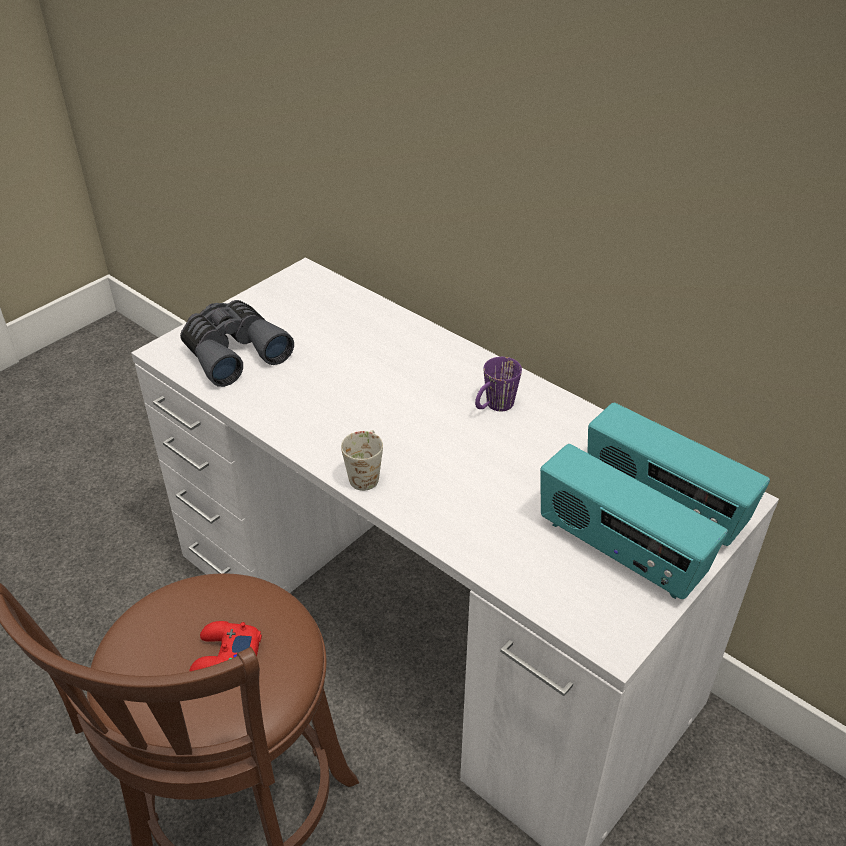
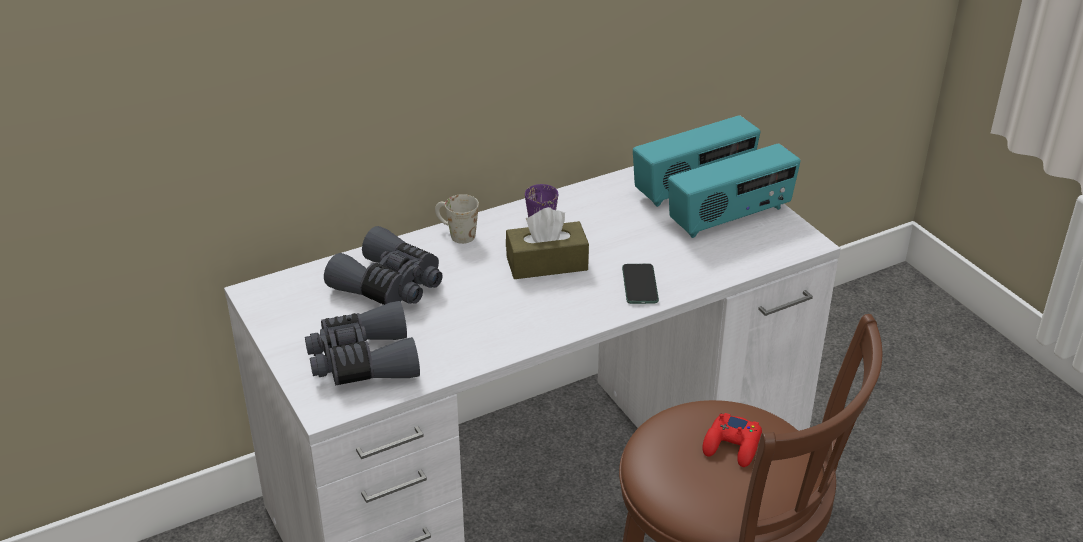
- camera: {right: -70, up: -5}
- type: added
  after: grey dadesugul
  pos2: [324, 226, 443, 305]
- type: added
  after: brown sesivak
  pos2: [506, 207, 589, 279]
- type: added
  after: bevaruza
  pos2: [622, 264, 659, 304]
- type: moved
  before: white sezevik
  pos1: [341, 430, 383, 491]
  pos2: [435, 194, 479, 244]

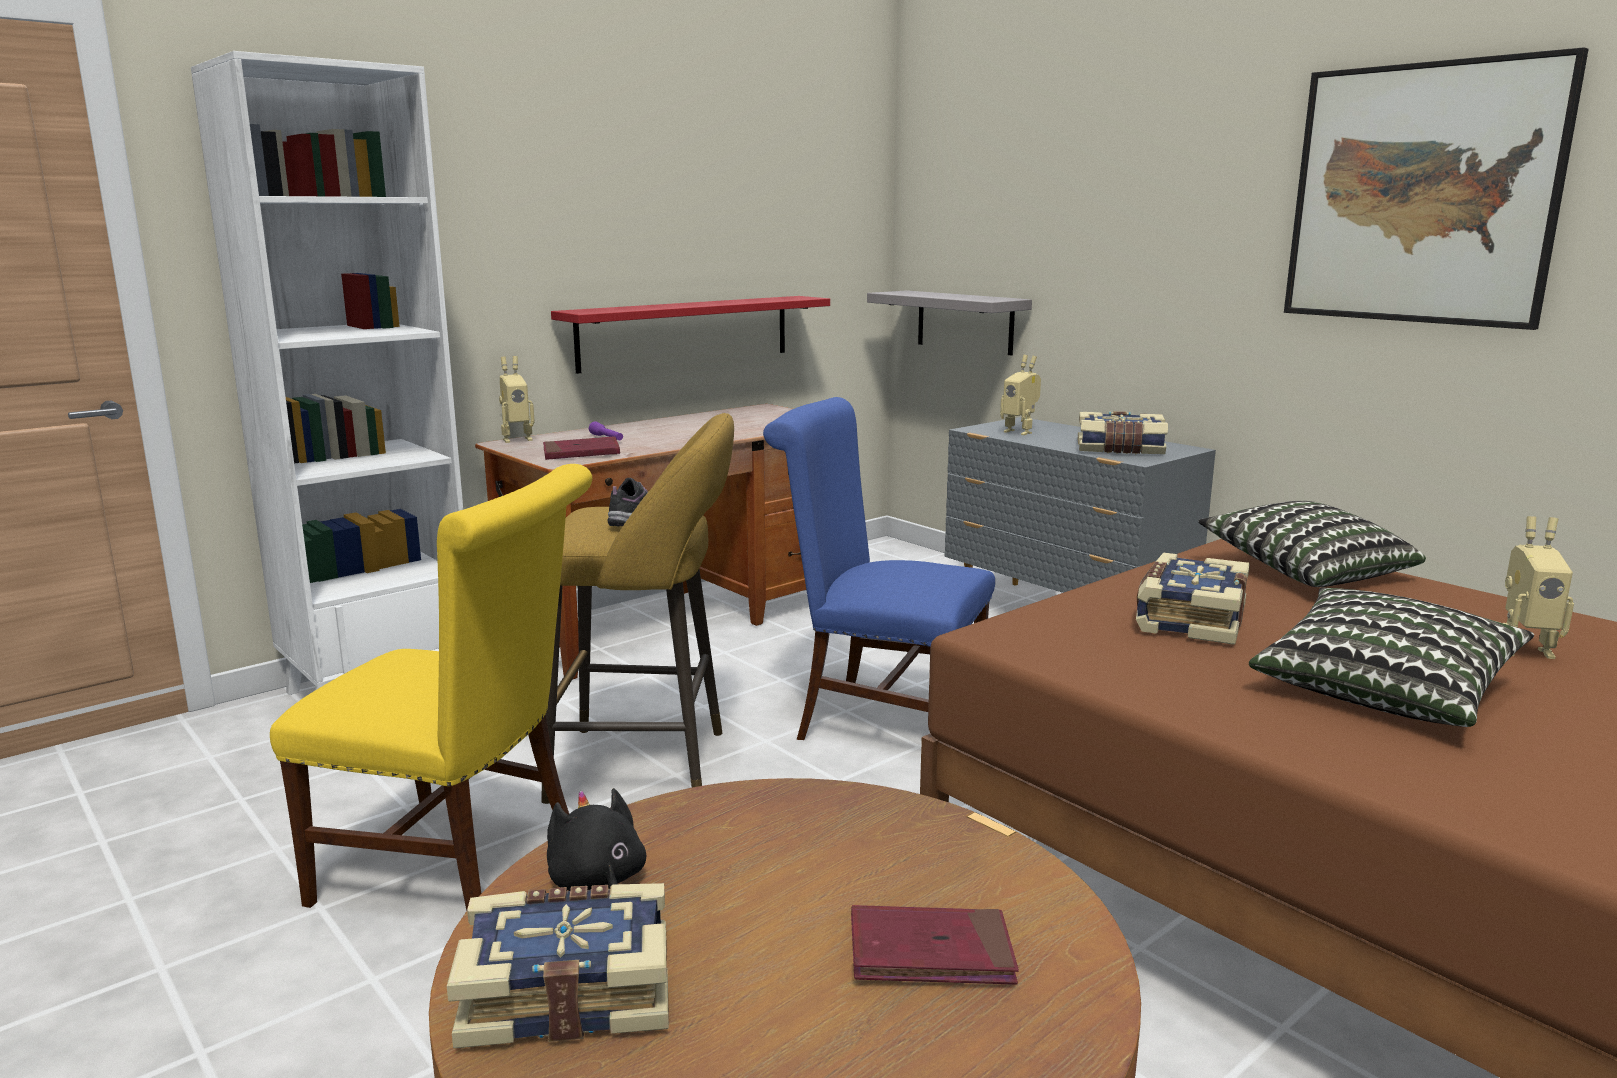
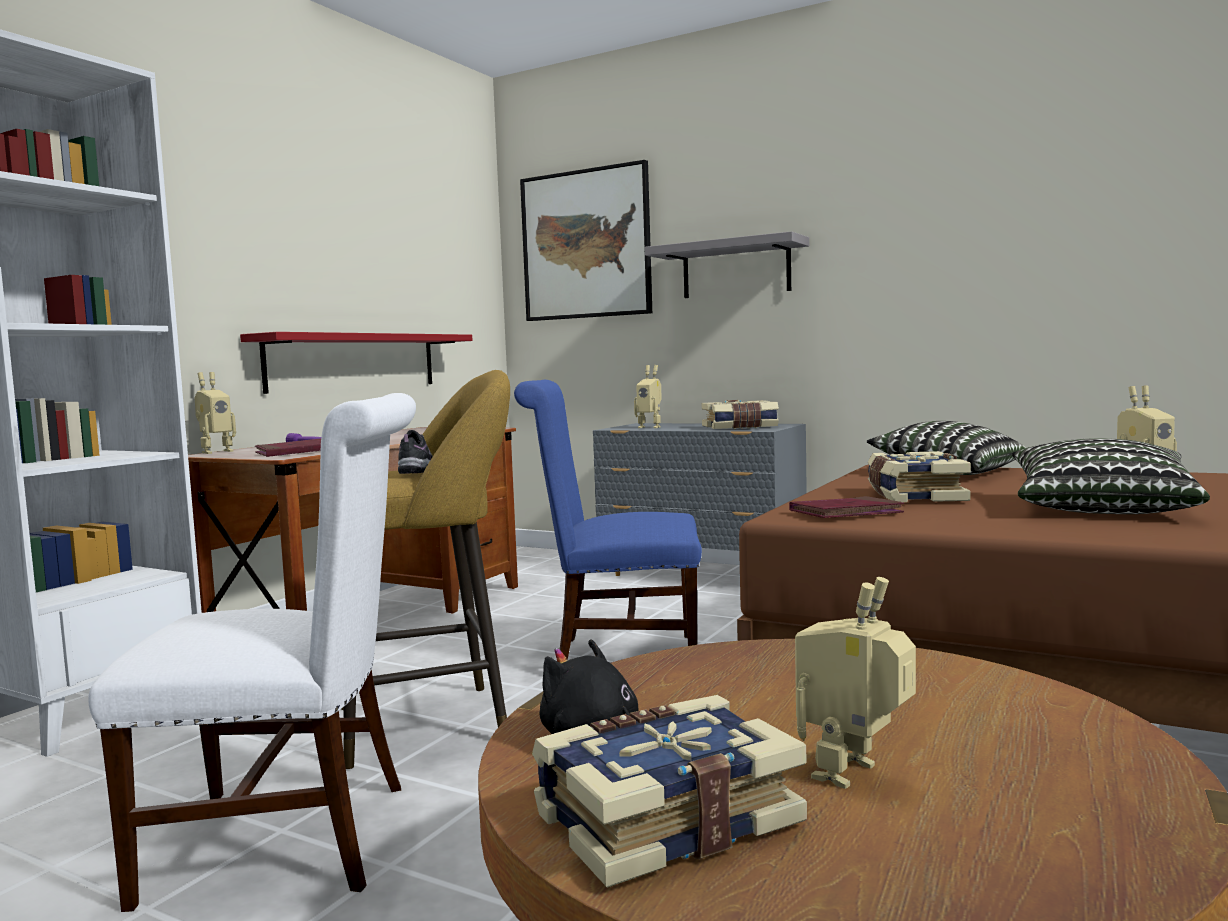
- camera: {right: -20, up: -10}
- type: added
  after: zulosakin
  pos2: [795, 577, 916, 789]
- type: moved
  before: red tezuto
  pos1: [851, 905, 1019, 985]
  pos2: [789, 496, 904, 518]
- type: moved
  before: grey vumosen
  pos1: [867, 290, 1032, 356]
  pos2: [645, 231, 809, 298]
- type: moved
  before: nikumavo
  pos1: [1284, 47, 1589, 330]
  pos2: [520, 160, 652, 321]
- type: recoloured
  before: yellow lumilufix
  after: white lumilufix
  pos1: [270, 464, 592, 911]
  pos2: [88, 393, 416, 912]

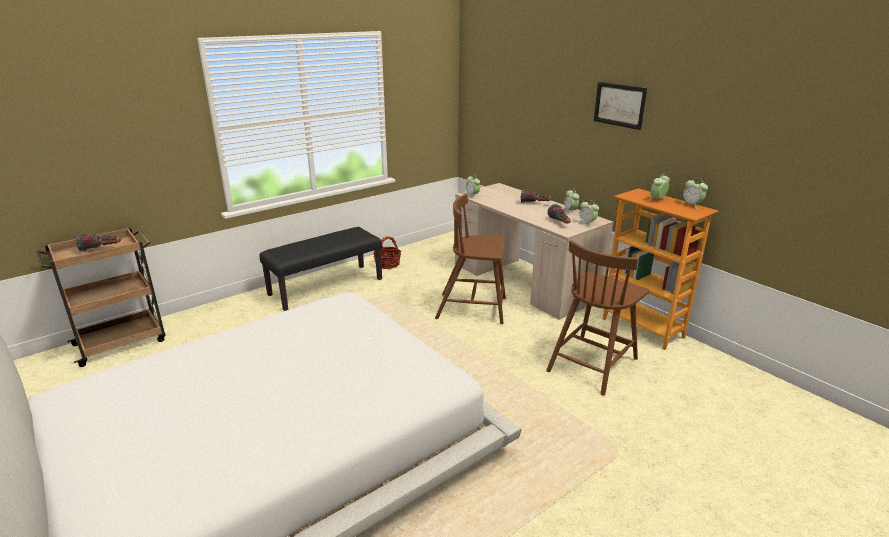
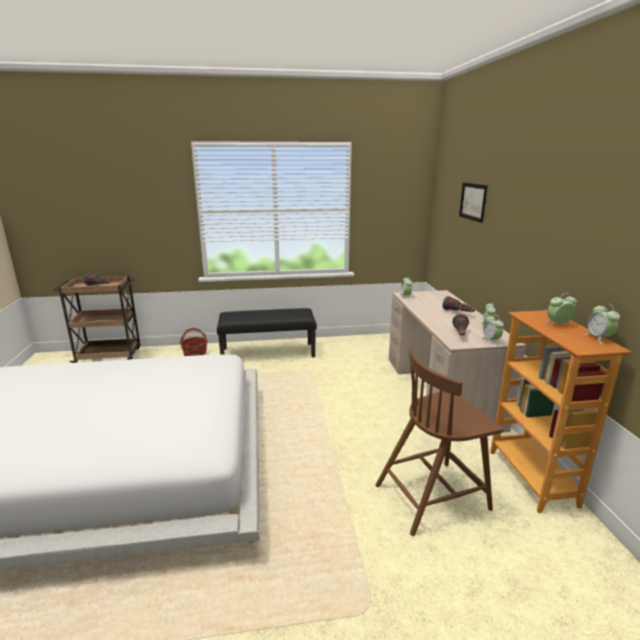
- camera: {right: 30, up: -5}
- type: removed
  before: brown lumilufix
  pos1: [435, 194, 506, 324]
- type: moved
  before: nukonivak
  pos1: [373, 236, 401, 269]
  pos2: [180, 328, 208, 356]
- type: moved
  before: nikumavo
  pos1: [594, 82, 647, 130]
  pos2: [459, 182, 488, 223]

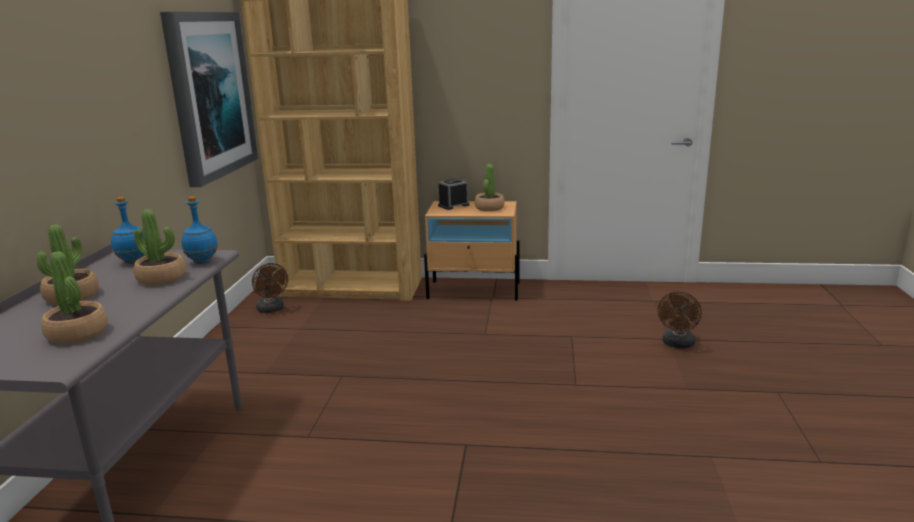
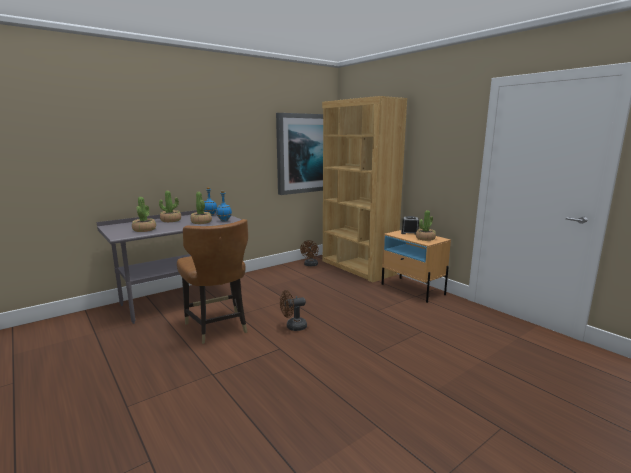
- camera: {right: 45, up: -5}
- type: added
  after: brown lumilufix
  pos2: [177, 219, 248, 344]
- type: moved
  before: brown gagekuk
  pos1: [658, 291, 702, 349]
  pos2: [280, 290, 307, 331]

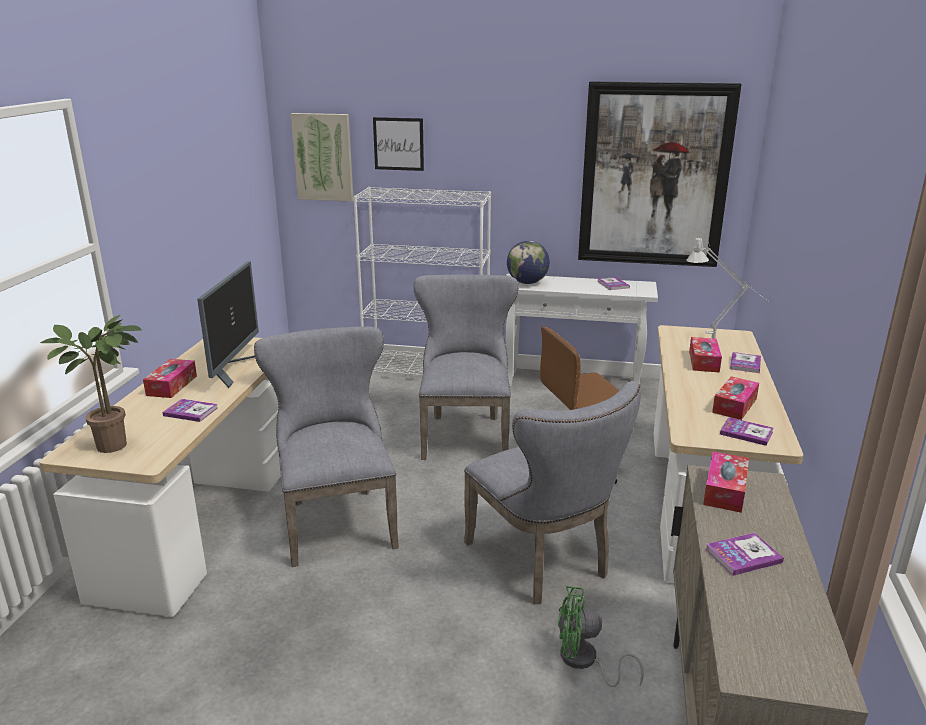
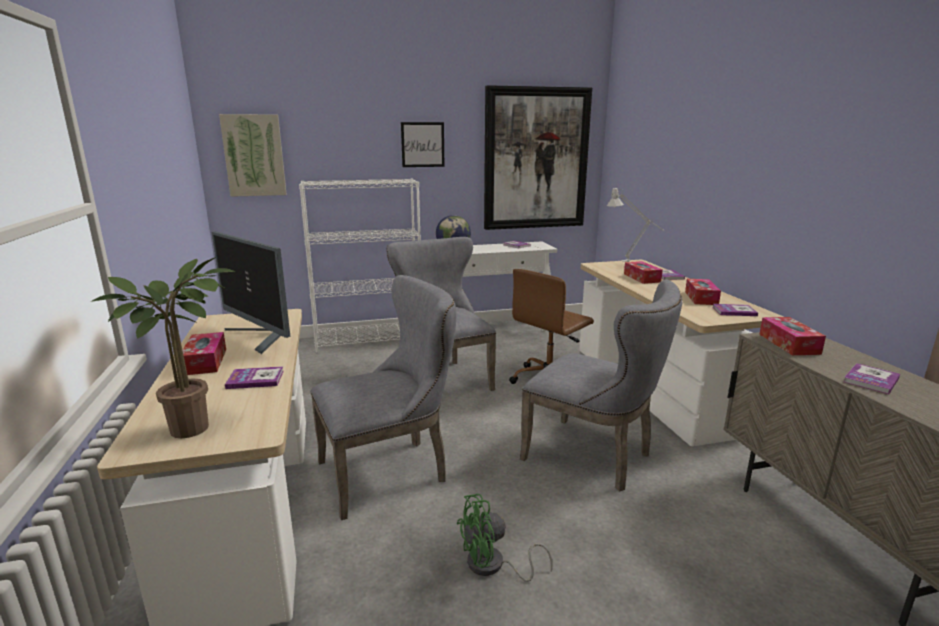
- camera: {right: -25, up: -5}
- type: moved
  before: nikumavo
  pos1: [373, 117, 424, 171]
  pos2: [401, 122, 444, 167]
- type: moved
  before: green gagekuk
  pos1: [558, 586, 644, 687]
  pos2: [457, 494, 553, 582]
- type: turned
  before: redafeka
  pos1: [197, 262, 259, 388]
  pos2: [212, 231, 290, 354]
  turn: 150
- type: turned
  before: grey lumilufix
  pos1: [254, 326, 399, 567]
  pos2: [310, 275, 456, 520]
  turn: 105

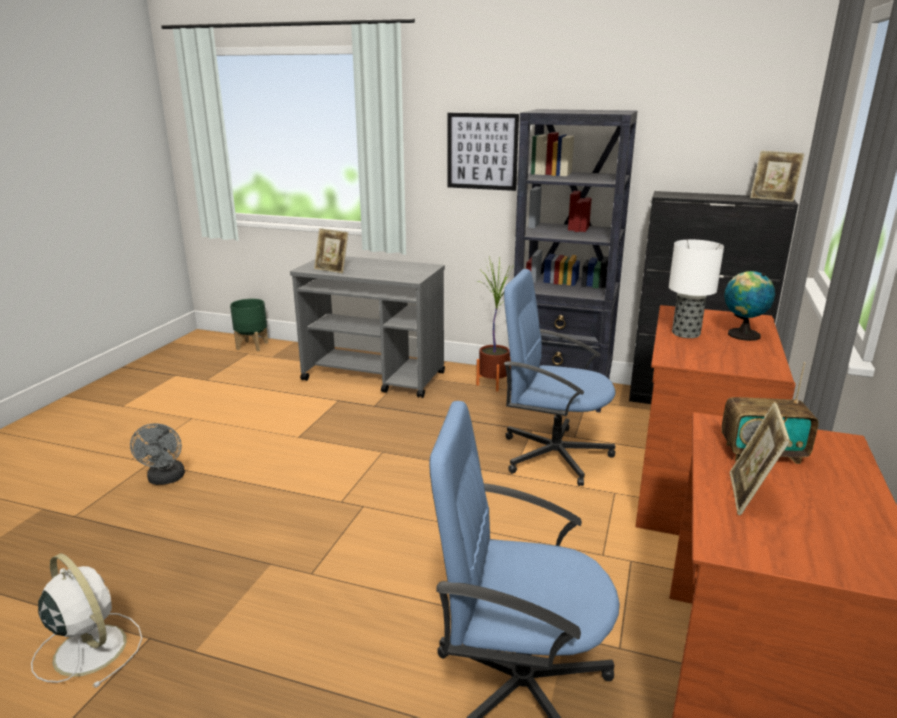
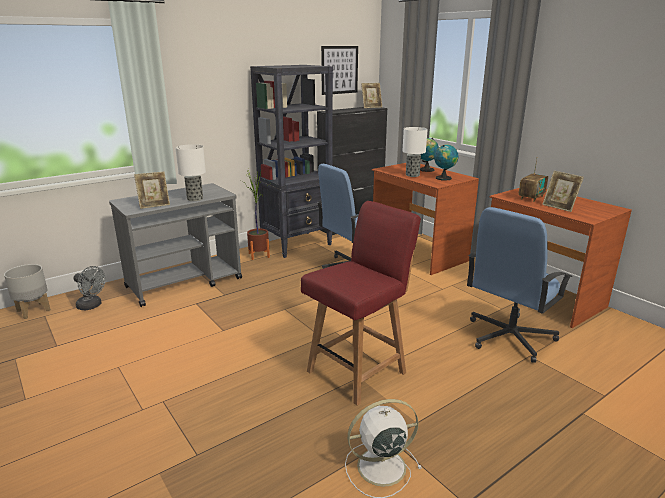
- camera: {right: -55, up: 0}
- type: added
  after: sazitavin
  pos2: [175, 144, 206, 201]
- type: added
  after: red lumilufix
  pos2: [301, 201, 421, 406]
- type: added
  after: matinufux
  pos2: [434, 145, 458, 181]
- type: moved
  before: grey gagekuk
  pos1: [130, 423, 185, 485]
  pos2: [74, 266, 106, 310]
- type: moved
  before: nikumavo
  pos1: [448, 113, 519, 191]
  pos2: [321, 46, 358, 95]
- type: recoloured
  before: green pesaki
  after: grey pesaki
  pos1: [230, 299, 268, 351]
  pos2: [4, 264, 51, 319]

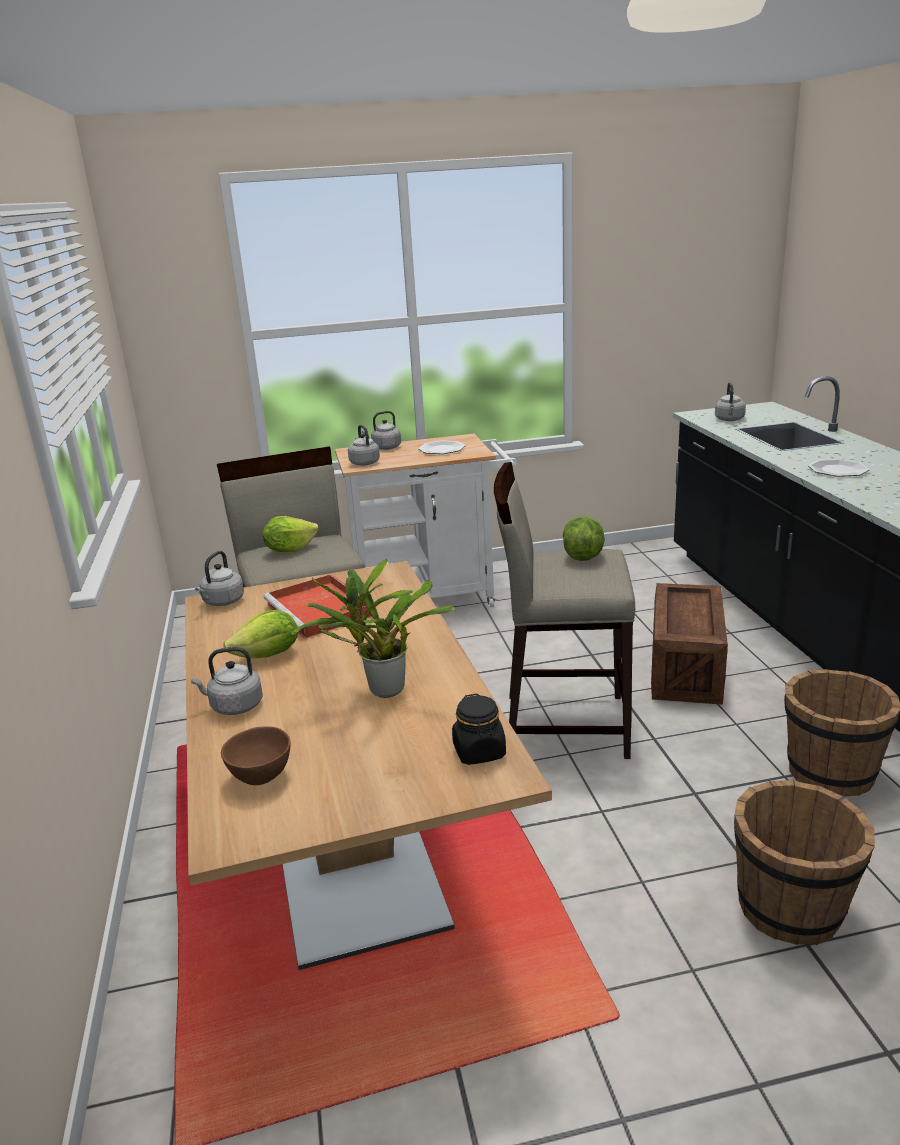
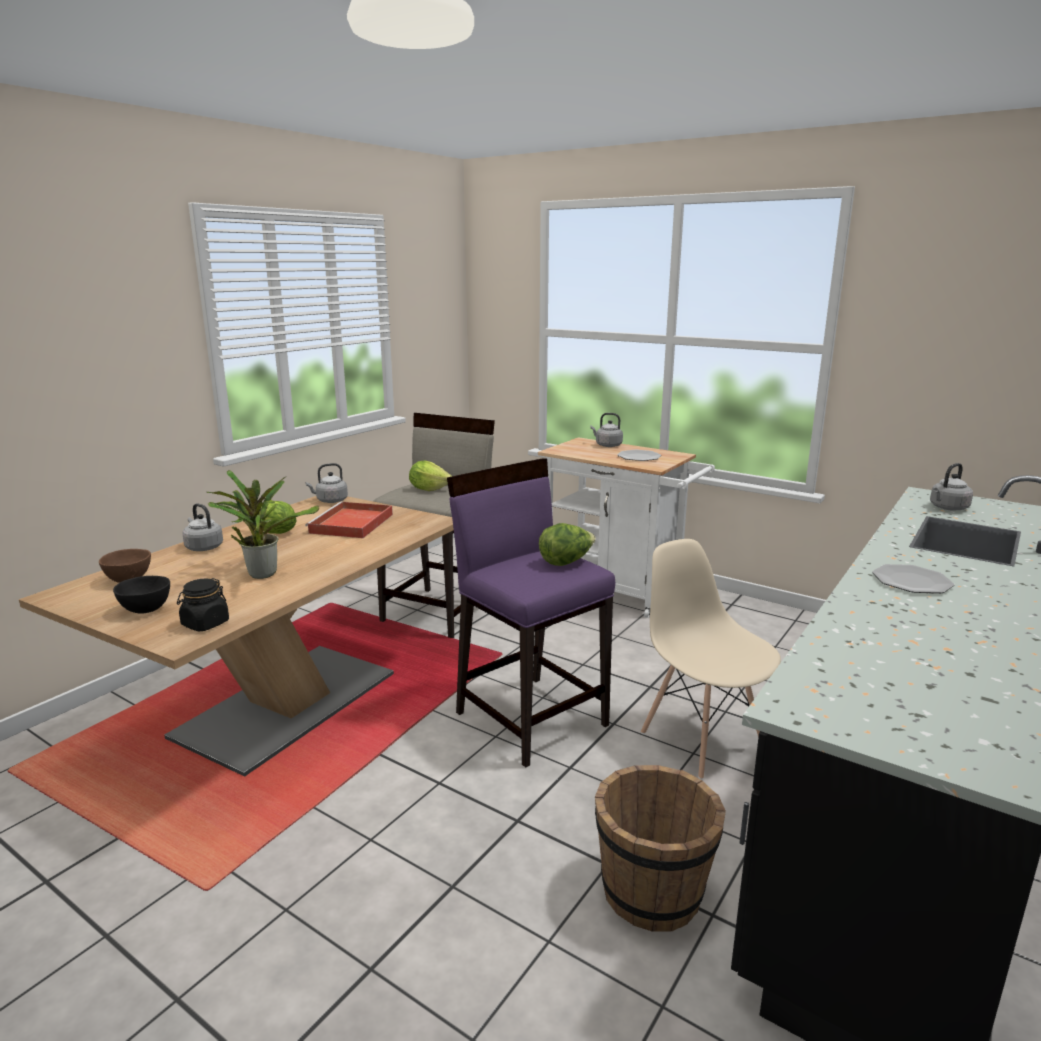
- camera: {right: 45, up: -5}
- type: removed
  before: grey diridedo
  pos1: [348, 424, 380, 466]
- type: removed
  before: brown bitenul
  pos1: [734, 780, 875, 945]
- type: added
  after: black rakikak
  pos2: [113, 576, 170, 614]
- type: replaced
  before: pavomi
  after: beige lumilufix
  pos1: [651, 583, 728, 705]
  pos2: [641, 539, 781, 780]
- type: recoloured
  before: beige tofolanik
  after: purple tofolanik
  pos1: [494, 462, 635, 759]
  pos2: [447, 458, 615, 768]

